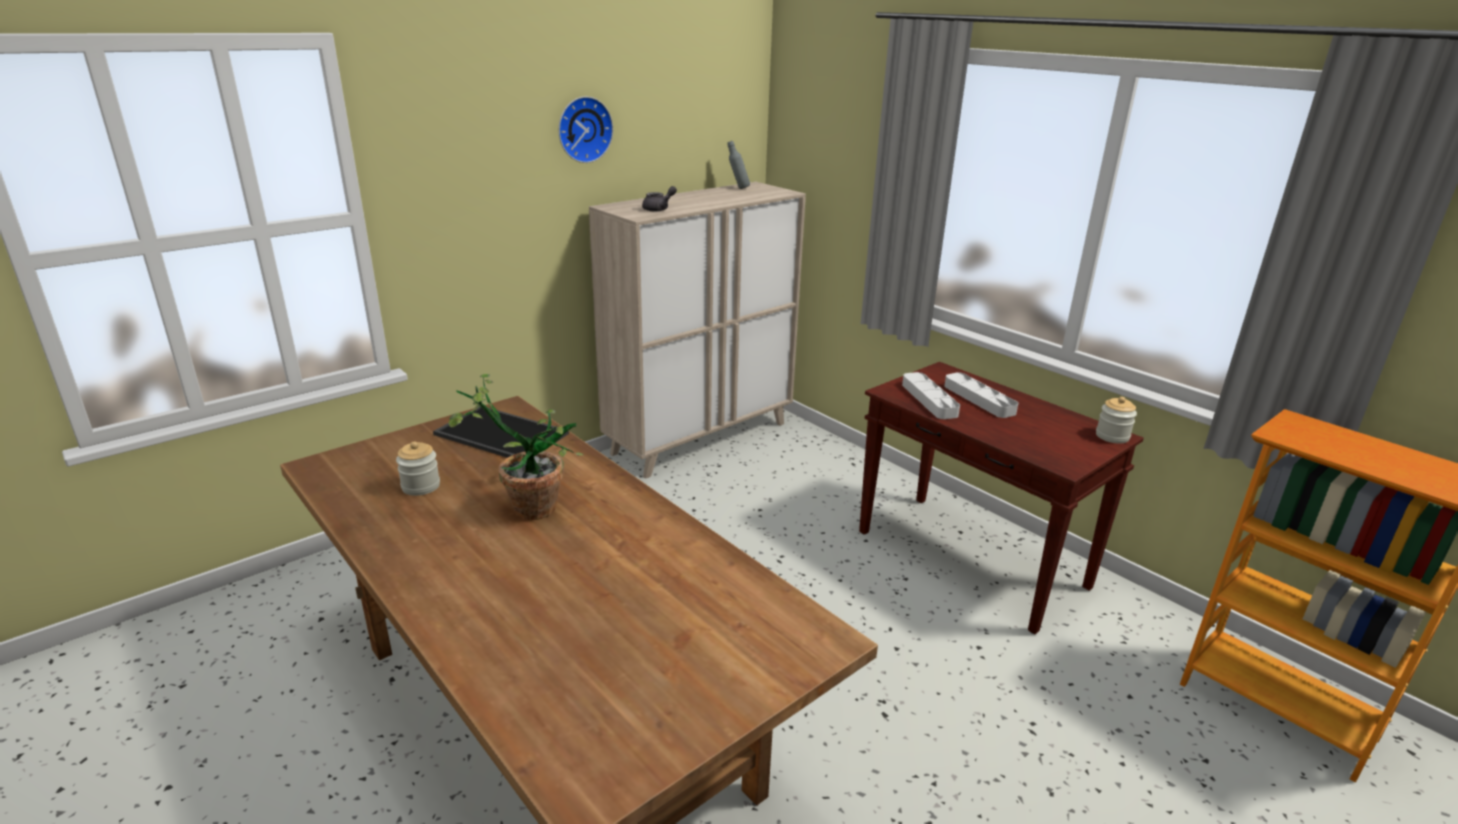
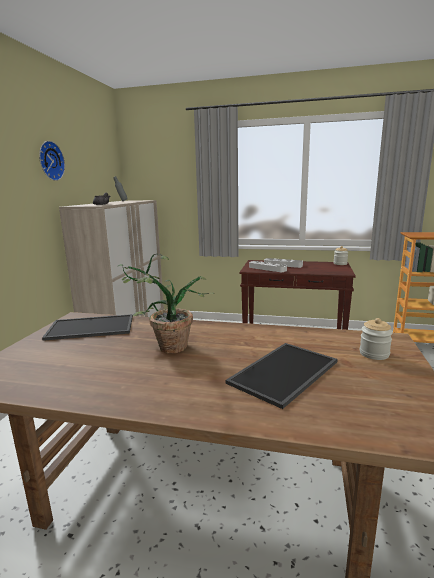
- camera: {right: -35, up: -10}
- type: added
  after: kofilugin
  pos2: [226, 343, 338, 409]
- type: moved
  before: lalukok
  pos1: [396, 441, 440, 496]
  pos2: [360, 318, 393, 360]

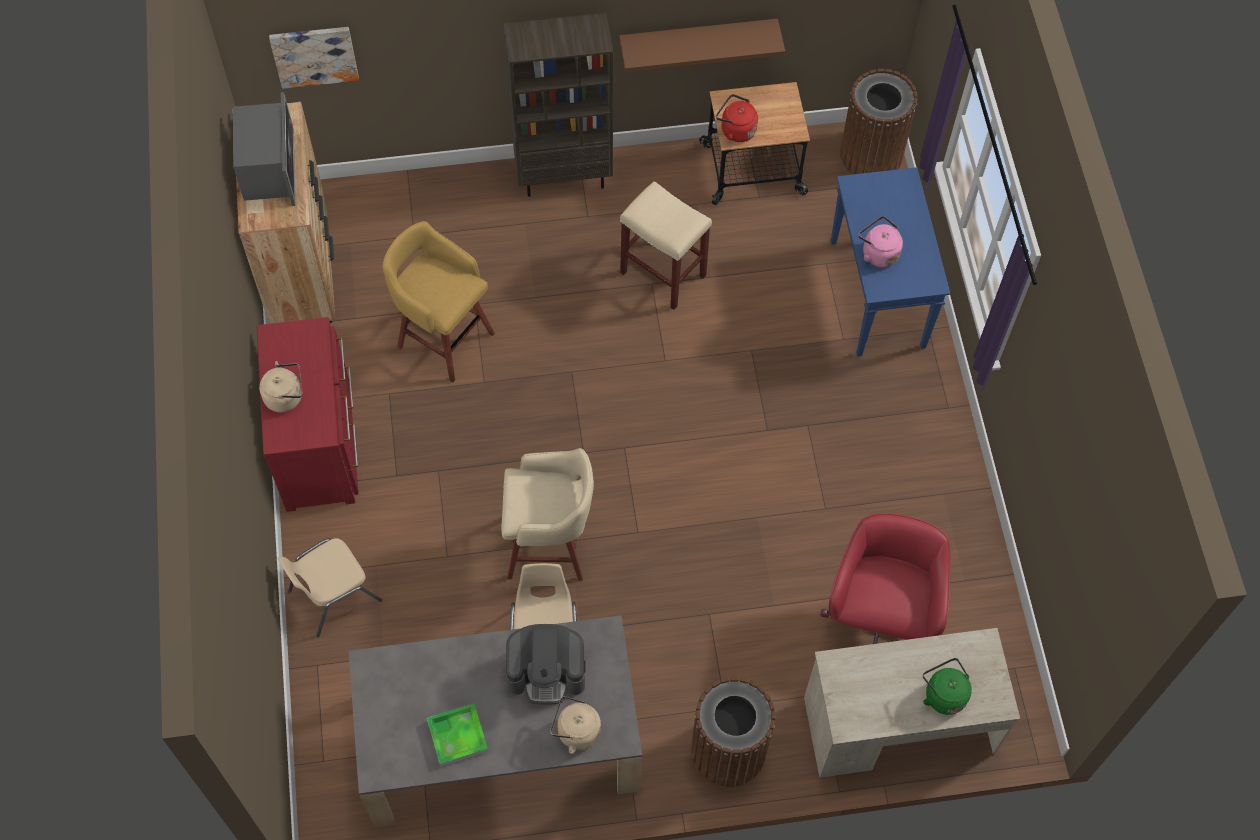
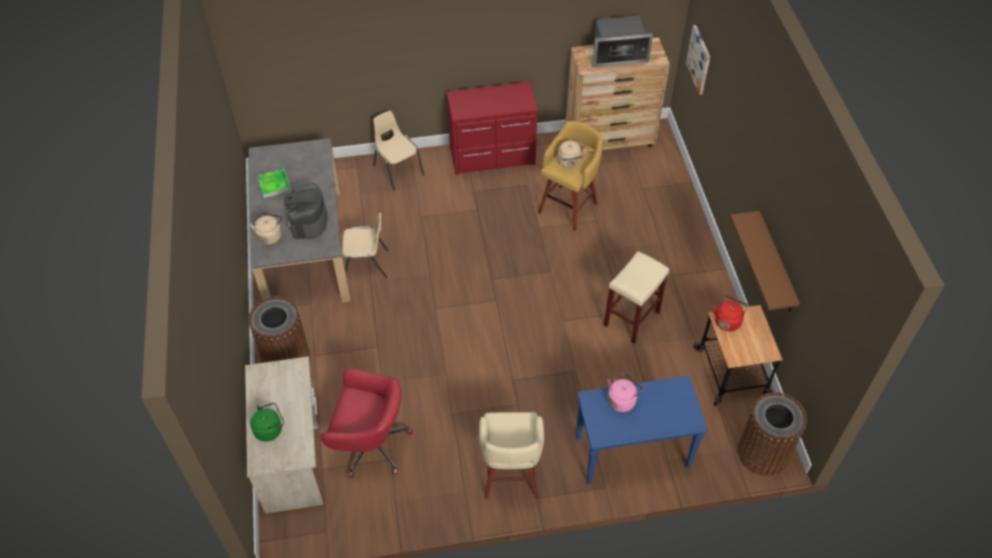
- camera: {right: 90, up: -10}
- type: removed
  before: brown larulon
  pos1: [504, 13, 613, 197]
- type: moved
  before: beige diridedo
  pos1: [259, 361, 302, 412]
  pos2: [557, 141, 587, 168]
- type: moved
  before: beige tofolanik
  pos1: [501, 448, 594, 581]
  pos2: [479, 412, 544, 499]

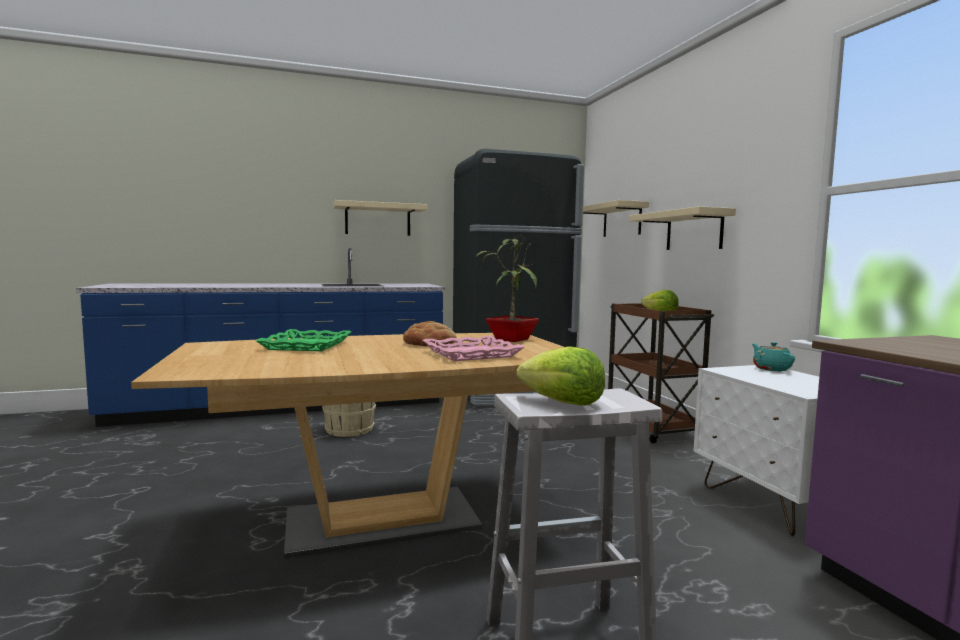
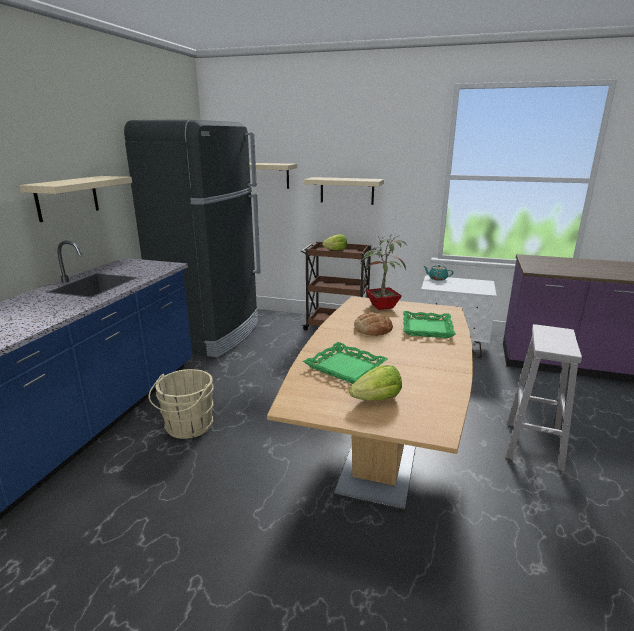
- camera: {right: -55, up: 15}
- type: moved
  before: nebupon
  pos1: [516, 346, 605, 406]
  pos2: [349, 365, 402, 400]
- type: recoloured
  before: pink kofilugin
  after: green kofilugin
  pos1: [422, 336, 524, 361]
  pos2: [403, 311, 456, 338]

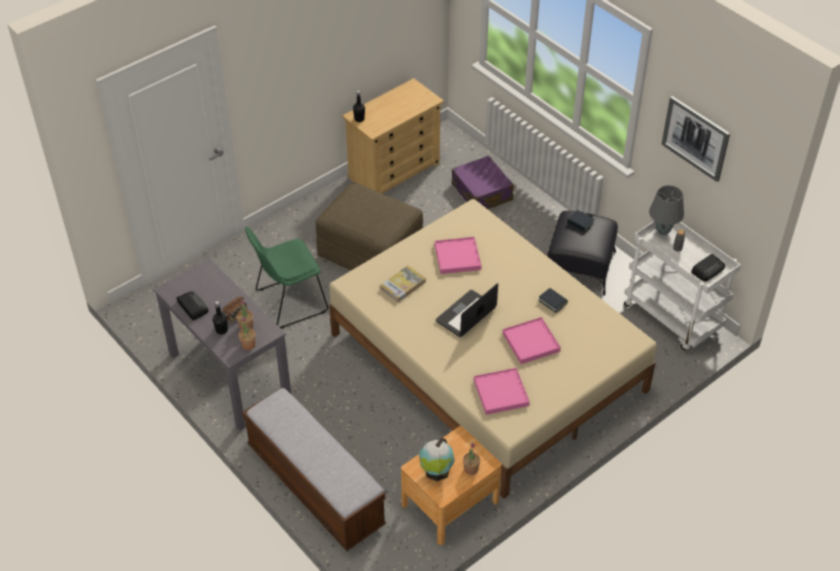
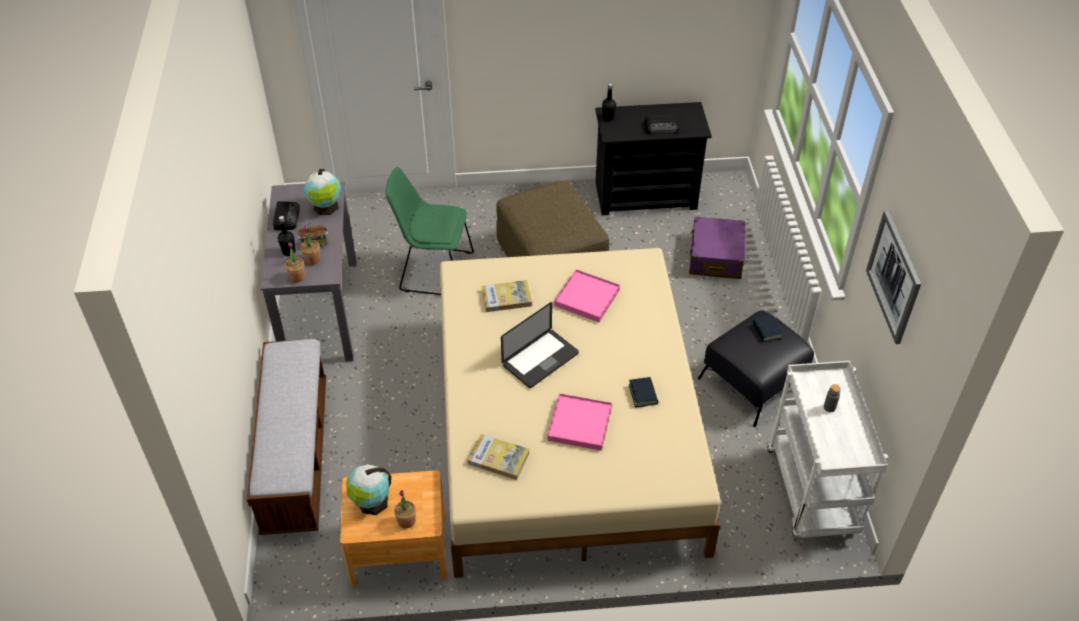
- camera: {right: 35, up: 0}
- type: removed
  before: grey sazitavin
  pos1: [649, 185, 684, 235]
- type: added
  after: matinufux
  pos2: [304, 169, 341, 215]
- type: moved
  before: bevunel
  pos1: [691, 254, 725, 281]
  pos2: [644, 115, 679, 134]
- type: replaced
  before: pink kofilugin
  after: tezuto
  pos1: [474, 368, 530, 415]
  pos2: [468, 434, 530, 480]
- type: recoloured
  before: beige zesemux
  after: black zesemux
  pos1: [342, 78, 444, 193]
  pos2: [595, 102, 712, 215]
- type: turned
  before: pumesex
  pos1: [436, 283, 498, 337]
  pos2: [501, 302, 579, 388]
  turn: 150

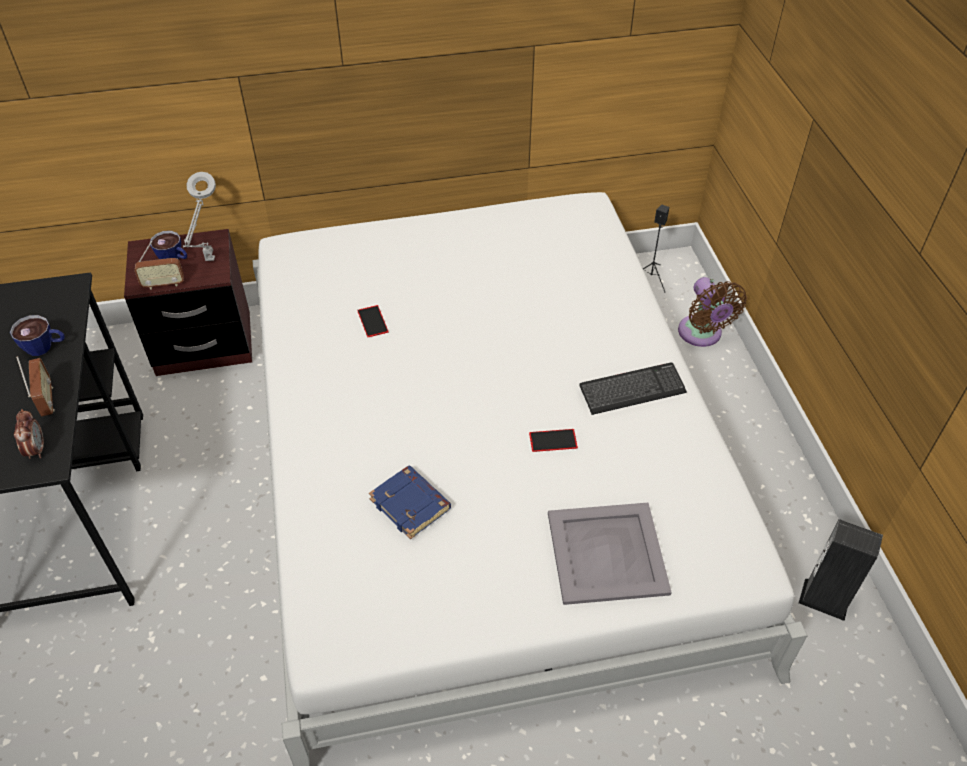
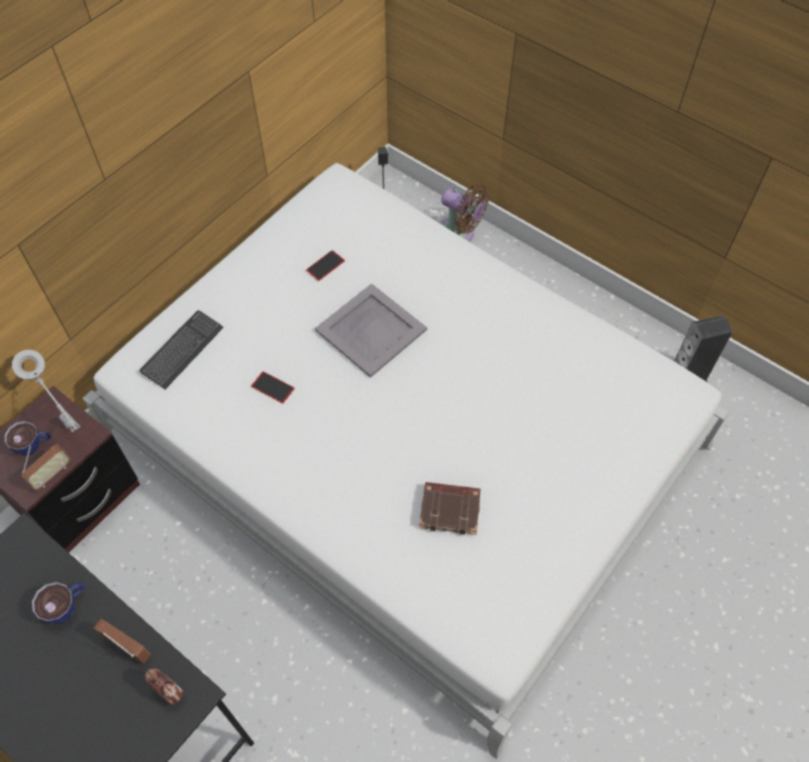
- camera: {right: -40, up: 10}
- type: moved
  before: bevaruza
  pos1: [529, 429, 578, 452]
  pos2: [306, 250, 345, 281]
- type: moved
  before: grey kofilugin
  pos1: [548, 503, 672, 605]
  pos2: [315, 283, 427, 378]
- type: moved
  before: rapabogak
  pos1: [580, 362, 687, 415]
  pos2: [140, 310, 223, 389]
- type: recoloured
  before: blue tezuto
  after: brown tezuto
  pos1: [369, 466, 451, 539]
  pos2: [419, 482, 481, 535]

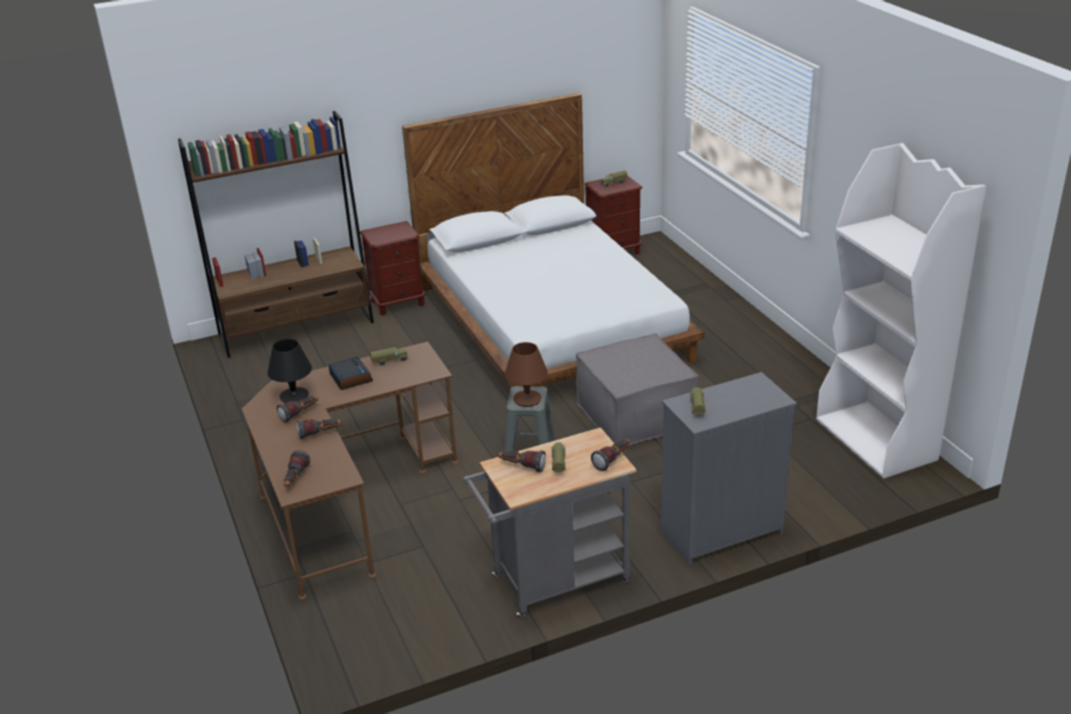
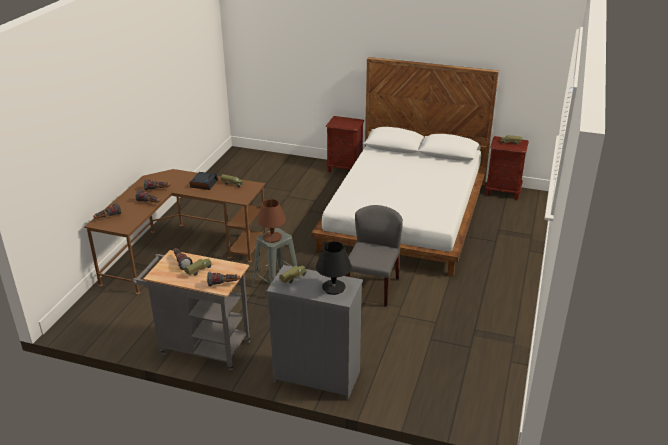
- camera: {right: 40, up: 0}
- type: removed
  before: brown larulon
  pos1: [178, 111, 374, 358]
- type: removed
  before: white larulon
  pos1: [816, 143, 986, 478]
- type: moved
  before: black sazitavin
  pos1: [267, 339, 312, 403]
  pos2: [316, 241, 352, 295]
- type: replaced
  before: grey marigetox
  after: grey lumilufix
  pos1: [576, 333, 699, 446]
  pos2: [345, 205, 403, 307]

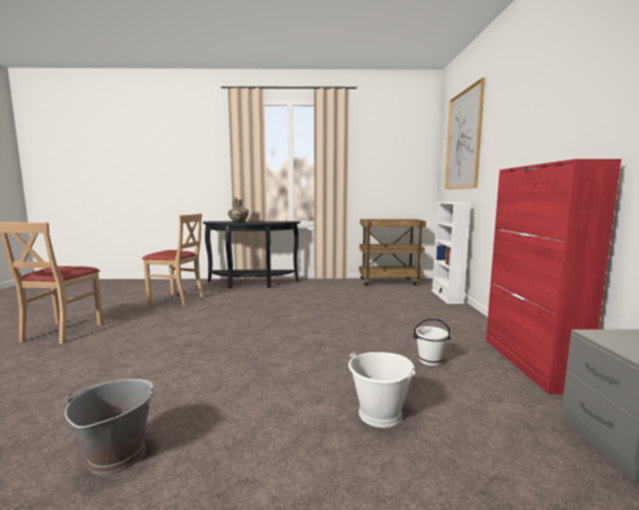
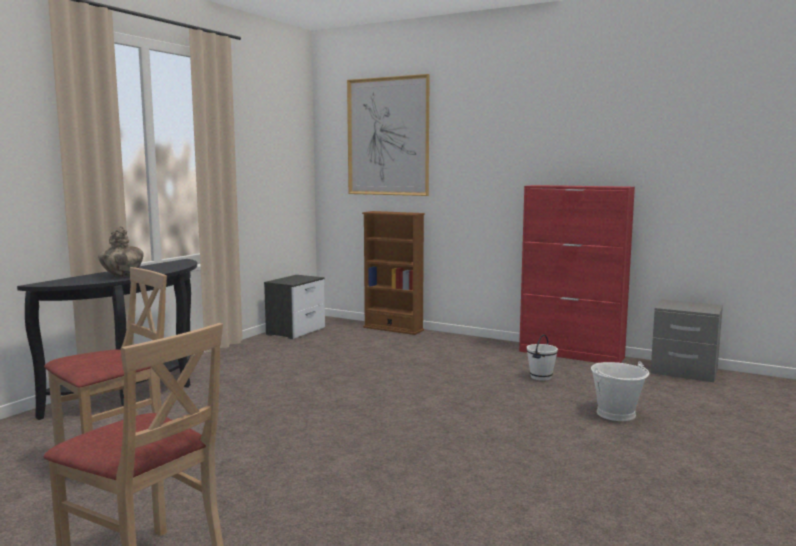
- camera: {right: -60, up: 0}
- type: removed
  before: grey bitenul
  pos1: [65, 379, 156, 475]
- type: replaced
  before: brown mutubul
  after: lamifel
  pos1: [359, 219, 426, 286]
  pos2: [264, 275, 325, 339]
- type: recoloured
  before: white larulon
  after: brown larulon
  pos1: [431, 202, 471, 304]
  pos2: [362, 211, 425, 335]

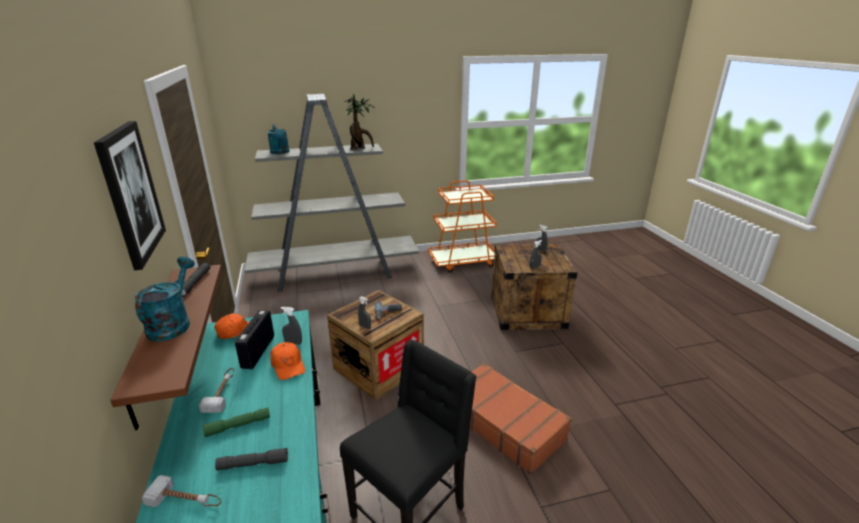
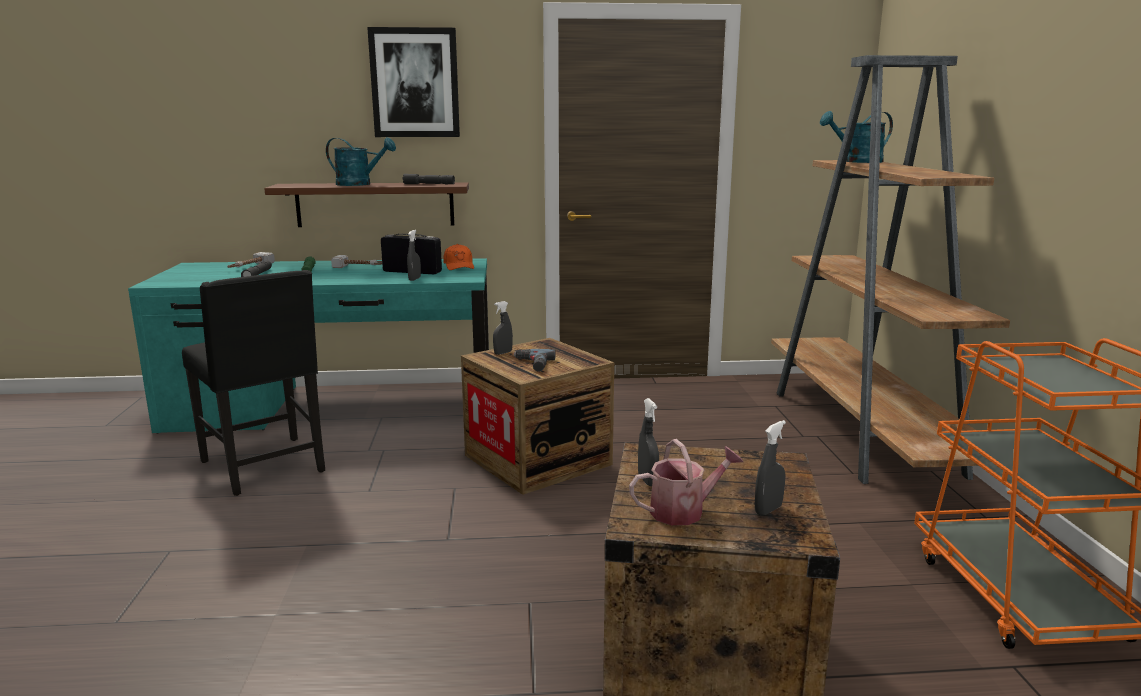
- camera: {right: 100, up: -10}
- type: removed
  before: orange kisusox
  pos1: [270, 342, 305, 380]
- type: removed
  before: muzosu
  pos1: [344, 93, 375, 150]
- type: removed
  before: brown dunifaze
  pos1: [470, 363, 572, 475]
- type: added
  after: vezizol
  pos2: [629, 439, 743, 525]
- type: recoloured
  before: grey larulon
  after: brown larulon
  pos1: [245, 94, 419, 292]
  pos2: [771, 55, 1010, 484]

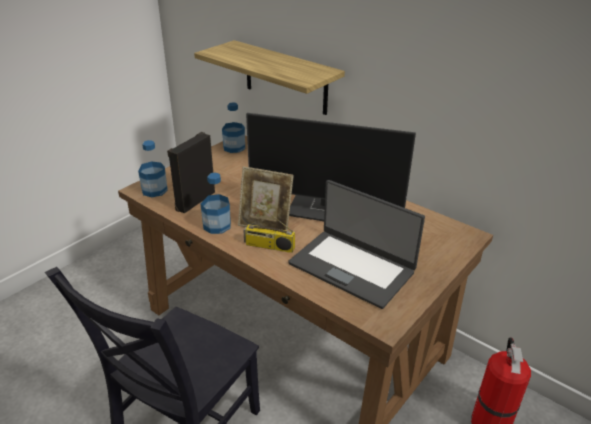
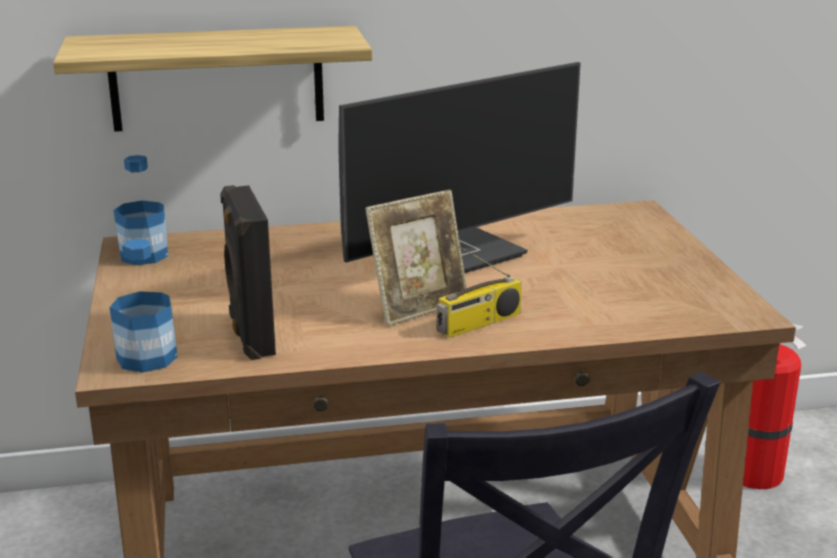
- camera: {right: -50, up: -10}
- type: removed
  before: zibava
  pos1: [201, 173, 231, 234]
- type: removed
  before: pumesex
  pos1: [288, 180, 425, 309]

